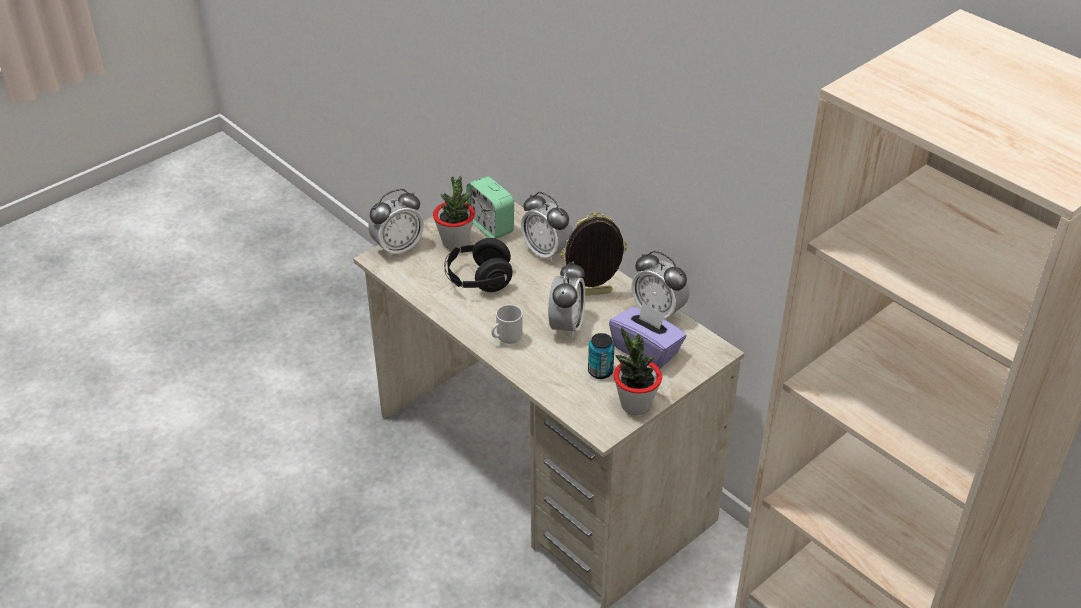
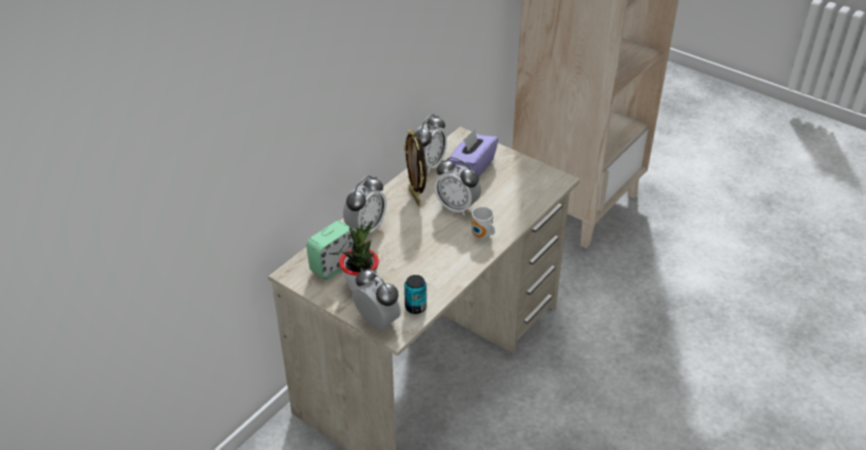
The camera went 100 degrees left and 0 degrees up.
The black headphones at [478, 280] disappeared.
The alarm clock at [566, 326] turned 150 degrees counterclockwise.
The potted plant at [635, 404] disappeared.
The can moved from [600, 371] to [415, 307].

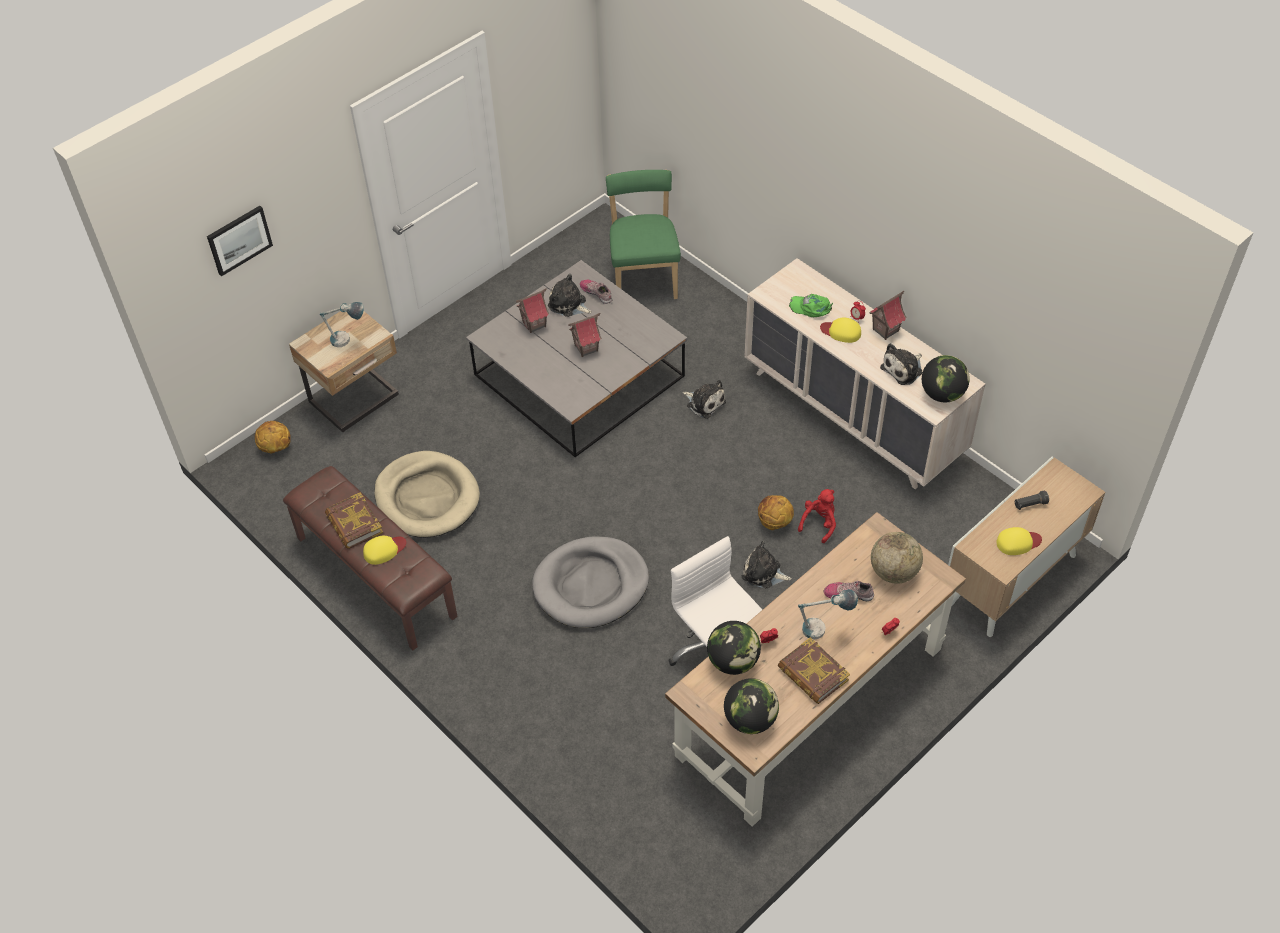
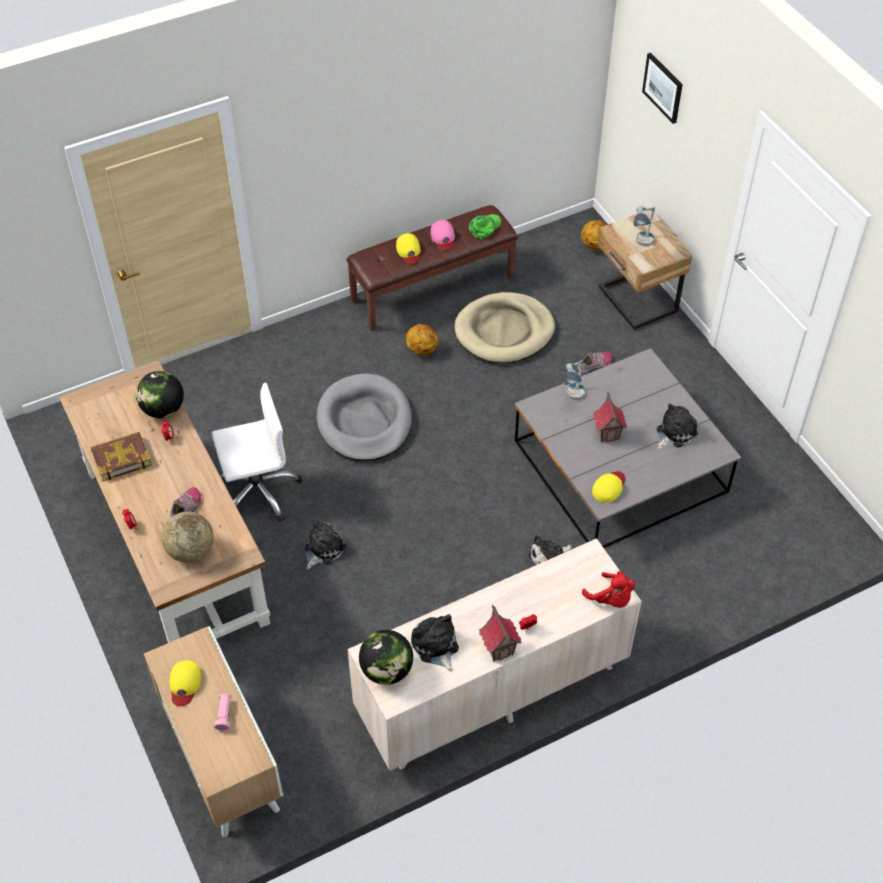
The camera went 105 degrees right and 0 degrees up.
The green chair at [644, 277] disappeared.
The shoe moved from [597, 293] to [595, 365].
The toy house at [534, 324] disappeared.
The green cap moved from [811, 307] to [485, 228].
The yellow cap moved from [841, 332] to [609, 487].
The red plush toy moved from [819, 523] to [611, 599].
The black flashlight at [1030, 504] became the pink flashlight at [224, 714].
The book at [354, 524] was replaced by the pink cap at [443, 237].
The basketball moved from [774, 522] to [422, 350].
The table lamp moved from [824, 629] to [573, 399].
The globe at [750, 719] disappeared.

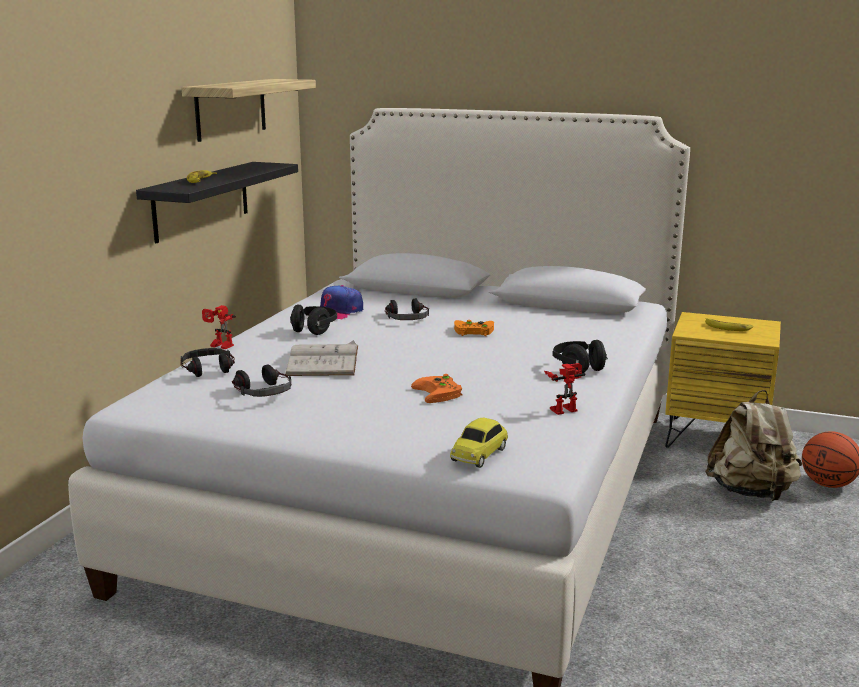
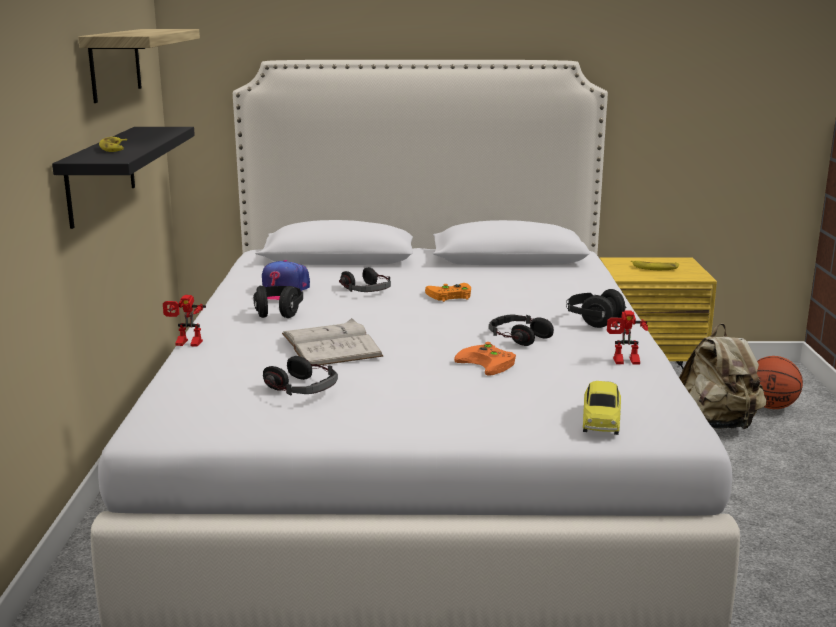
The camera went 20 degrees left and 0 degrees up.
The headphones moved from [207, 369] to [519, 337].
The toy robot at [563, 408] turned 135 degrees counterclockwise.

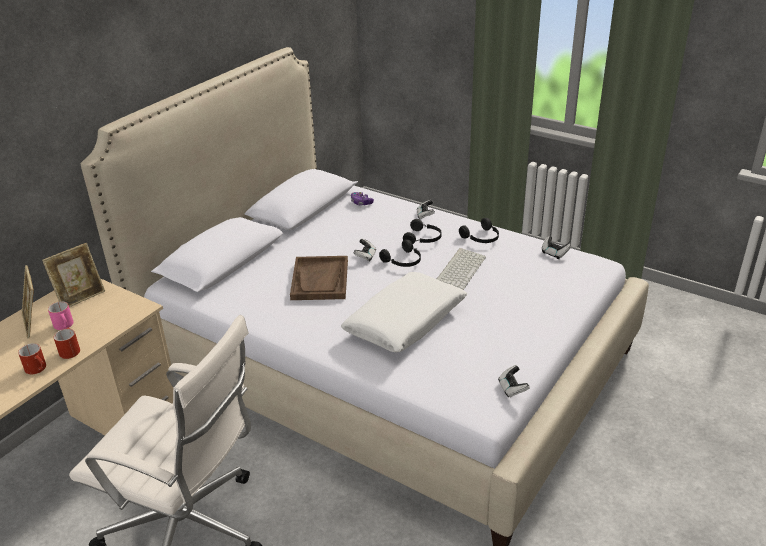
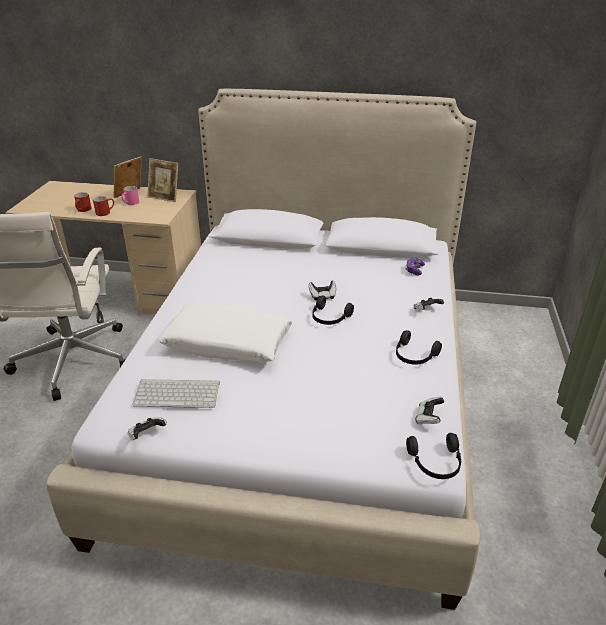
The camera went 65 degrees right and 0 degrees up.
The black headphones moved from [423, 238] to [436, 463].
The keyboard moved from [460, 269] to [178, 393].
The brown tray at [320, 280] disappeared.

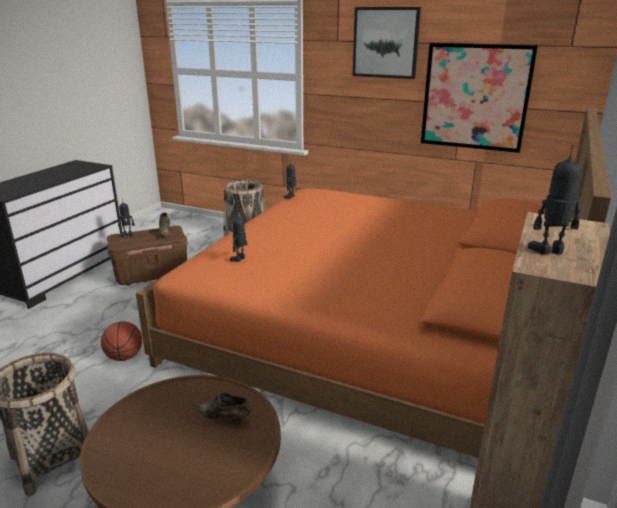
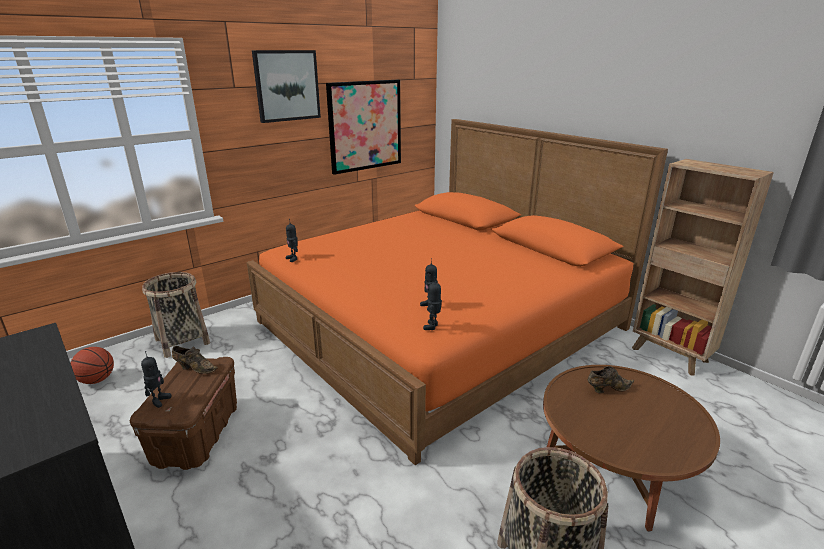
The camera went 65 degrees left and 0 degrees up.
The toy robot moved from [549, 251] to [433, 326].
The basketball moved from [124, 357] to [97, 380].
The brown shoe at [224, 419] turned 150 degrees counterclockwise.

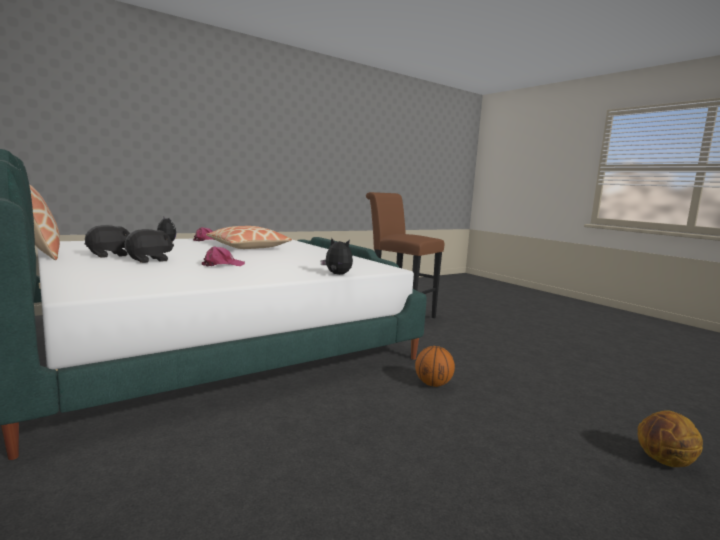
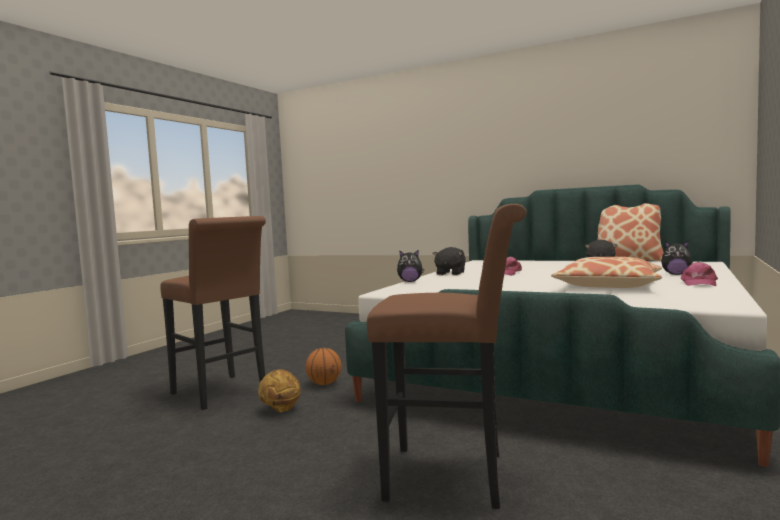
The camera went 155 degrees right and 5 degrees down.
The black plush toy moved from [149, 260] to [450, 273].
The basketball moved from [664, 462] to [280, 410].
The brown stool at [222, 393] appeared.

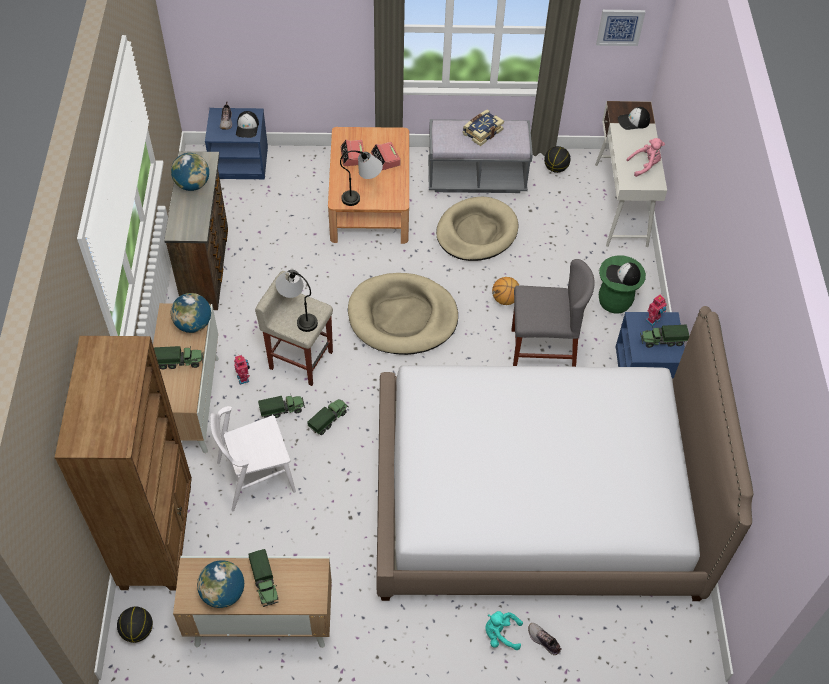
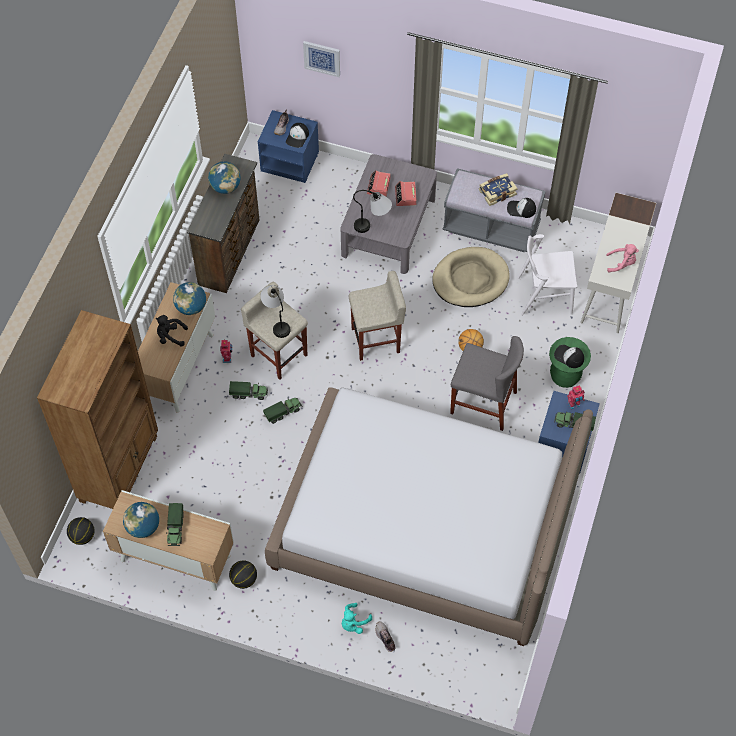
The camera went 20 degrees right and 5 degrees up.
The picture moved from [620, 27] to [322, 58].
The cap moved from [633, 121] to [521, 209].
The brown coffee table at [370, 201] became the grey coffee table at [388, 227].
The basketball moved from [555, 168] to [244, 579].
The beige dog bed at [402, 317] was replaced by the beige stool at [376, 340].
The toy truck at [180, 362] was replaced by the black plush toy at [170, 336].
The white chair moved from [255, 476] to [544, 295].
The turquoise plush toy at [500, 634] turned 75 degrees counterclockwise.

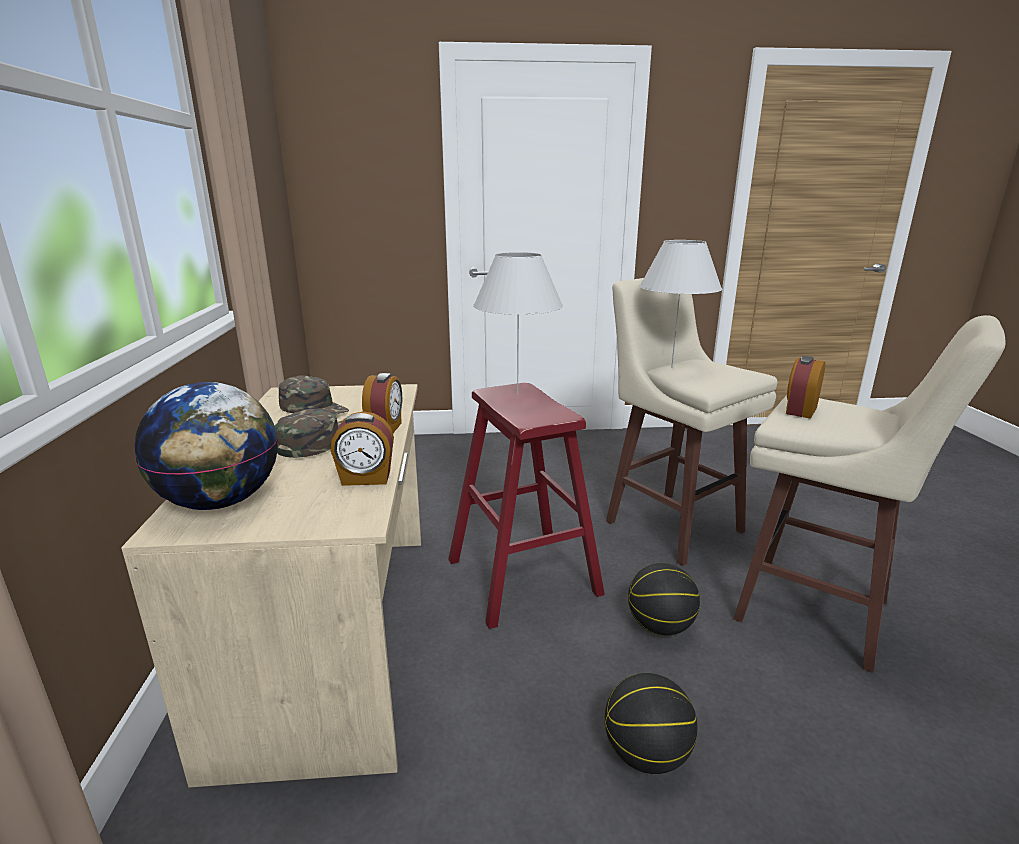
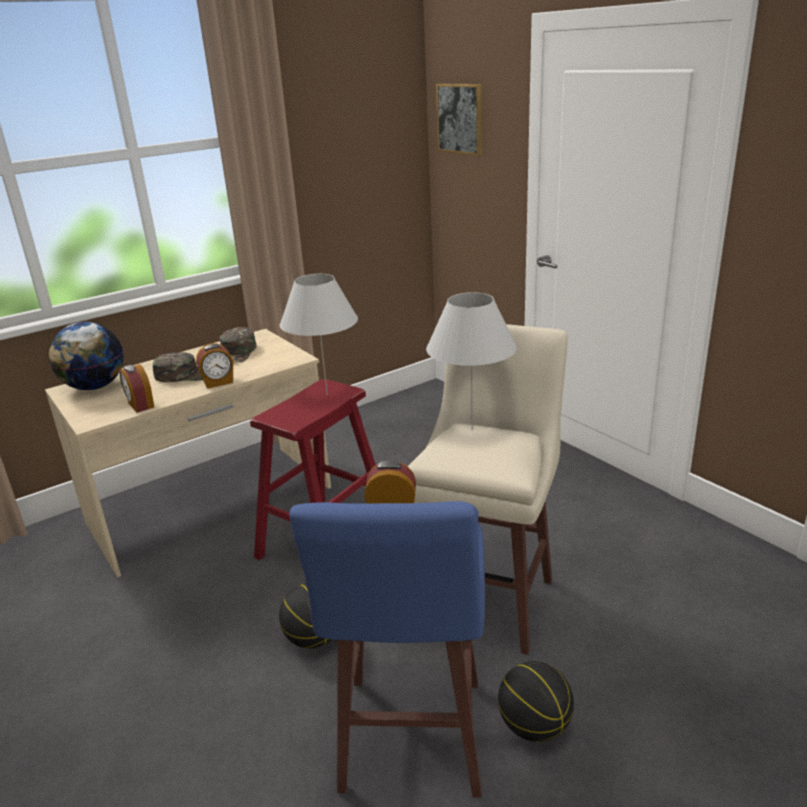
The camera went 60 degrees right and 5 degrees up.
The beige stool at [817, 613] became the blue stool at [410, 739].
The basketball moved from [646, 753] to [534, 726].
The picture at [460, 118] appeared.

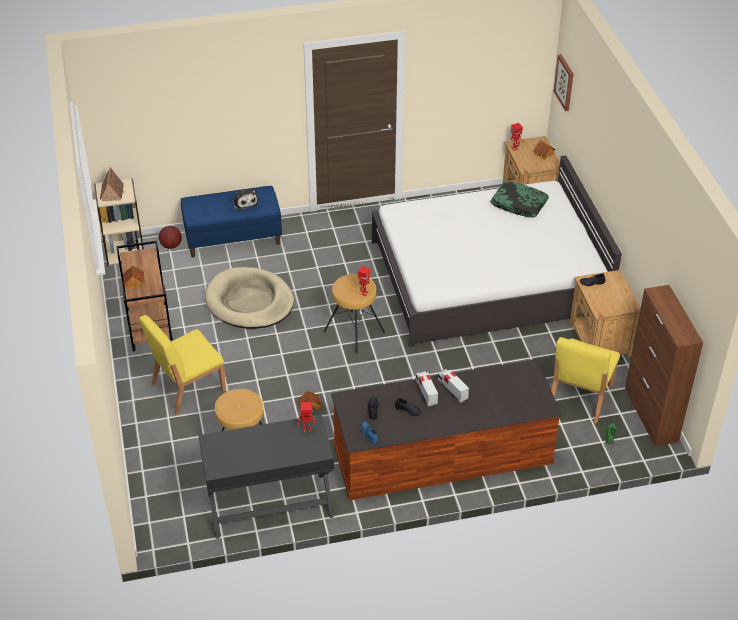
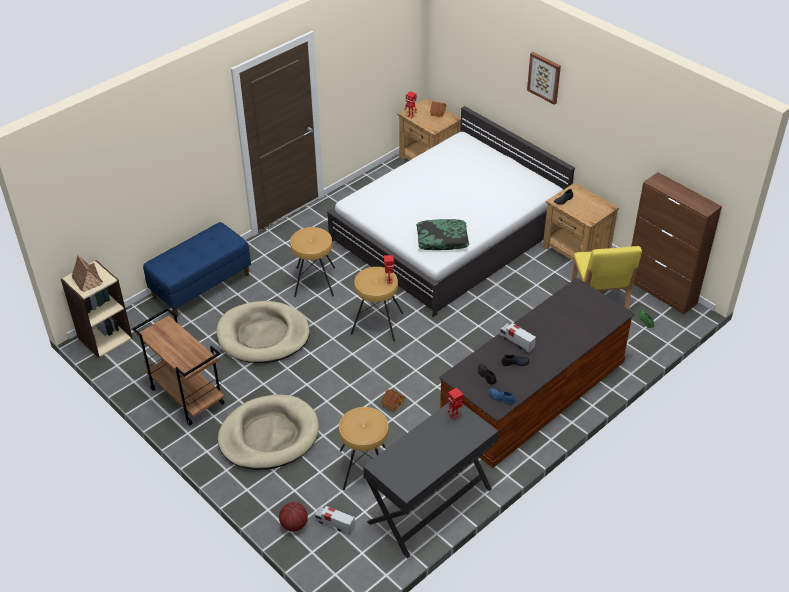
The camera went 30 degrees left and 0 degrees up.
The picture moved from [565, 82] to [544, 77].
The pillow moved from [518, 204] to [442, 239].
The plush toy at [244, 202] disappeared.
The basketball moved from [171, 245] to [294, 525].
The toy house at [134, 282] disappeared.
The yellow chair at [187, 387] was replaced by the beige dog bed at [269, 436].
The toy truck moved from [452, 390] to [335, 524].
The brown stool at [314, 282] appeared.

